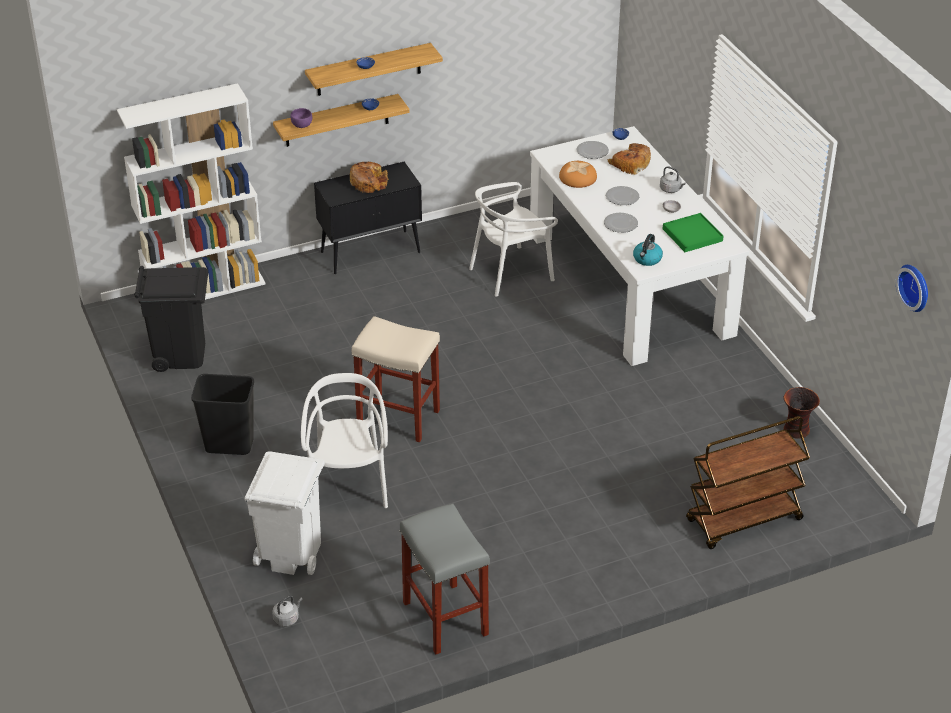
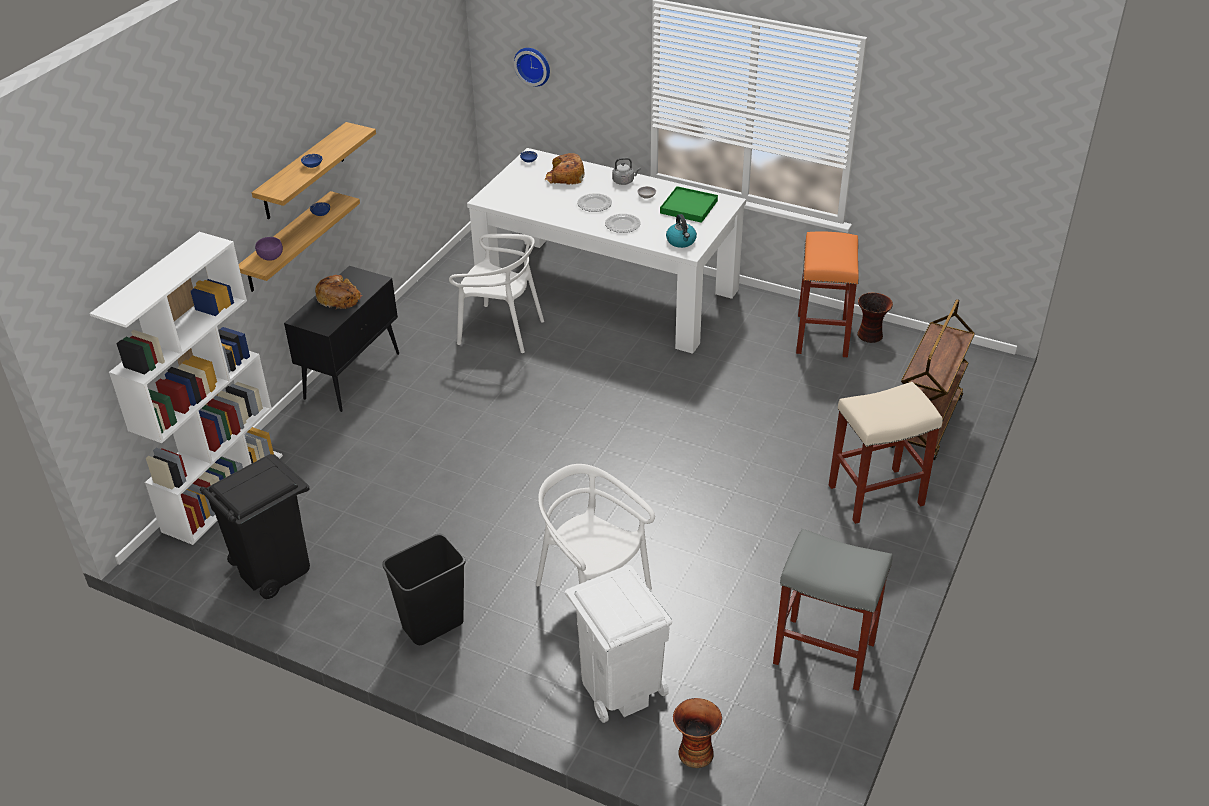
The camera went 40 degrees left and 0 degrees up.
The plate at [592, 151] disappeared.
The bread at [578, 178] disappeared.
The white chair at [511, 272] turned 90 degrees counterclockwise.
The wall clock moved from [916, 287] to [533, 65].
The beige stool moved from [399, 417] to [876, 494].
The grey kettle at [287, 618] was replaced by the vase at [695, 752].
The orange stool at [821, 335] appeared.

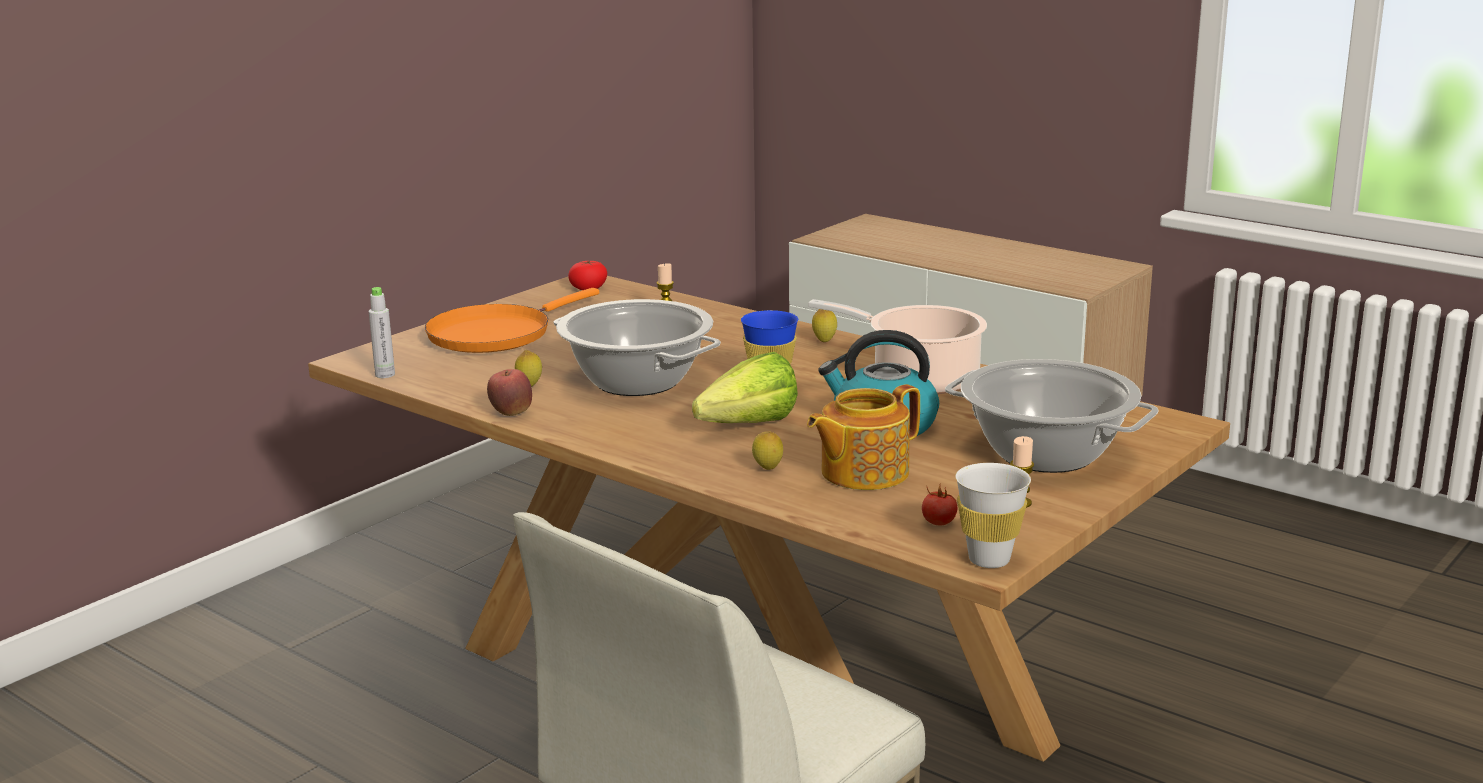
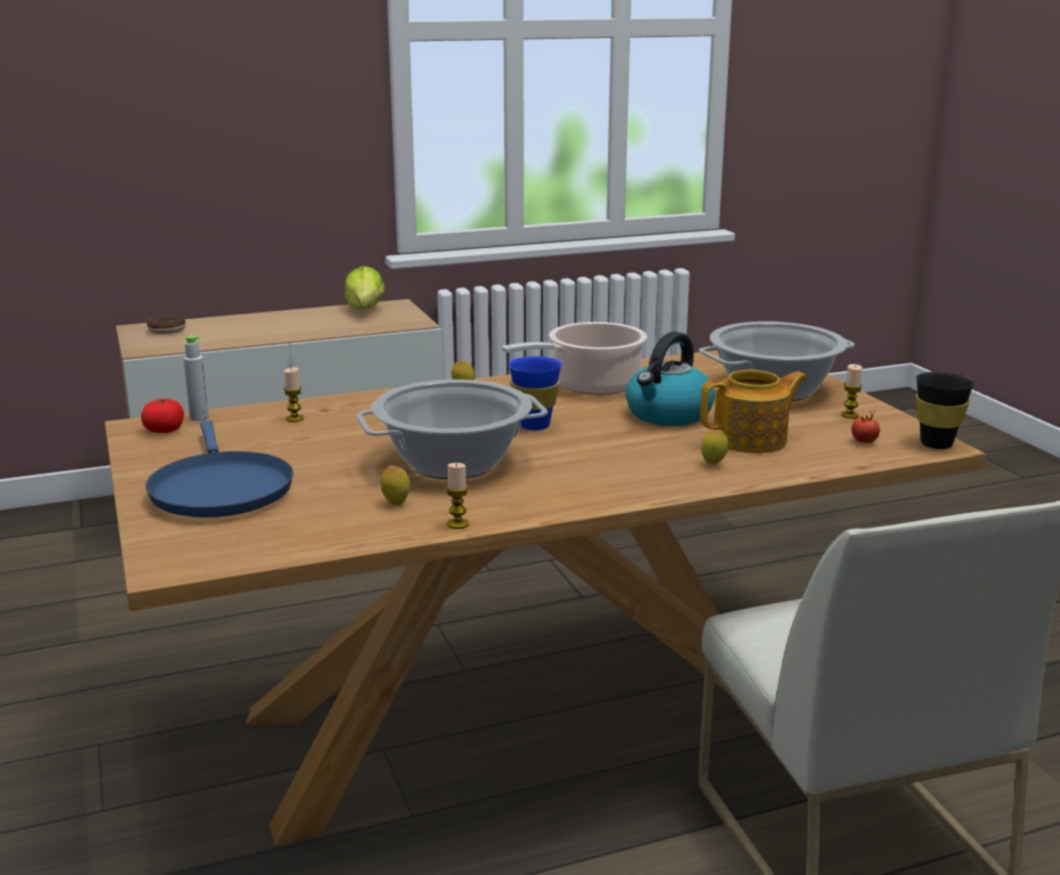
The camera went 60 degrees left and 0 degrees up.
The grey bottle moved from [385, 374] to [199, 418].
The orange frying pan at [495, 334] became the blue frying pan at [219, 489].
The lettuce moved from [740, 427] to [363, 313].
The apple at [511, 413] was replaced by the candle at [458, 524].
The teapot at [862, 472] turned 105 degrees counterclockwise.
The white cup at [989, 560] became the black cup at [936, 444].
The donut at [167, 330] appeared.

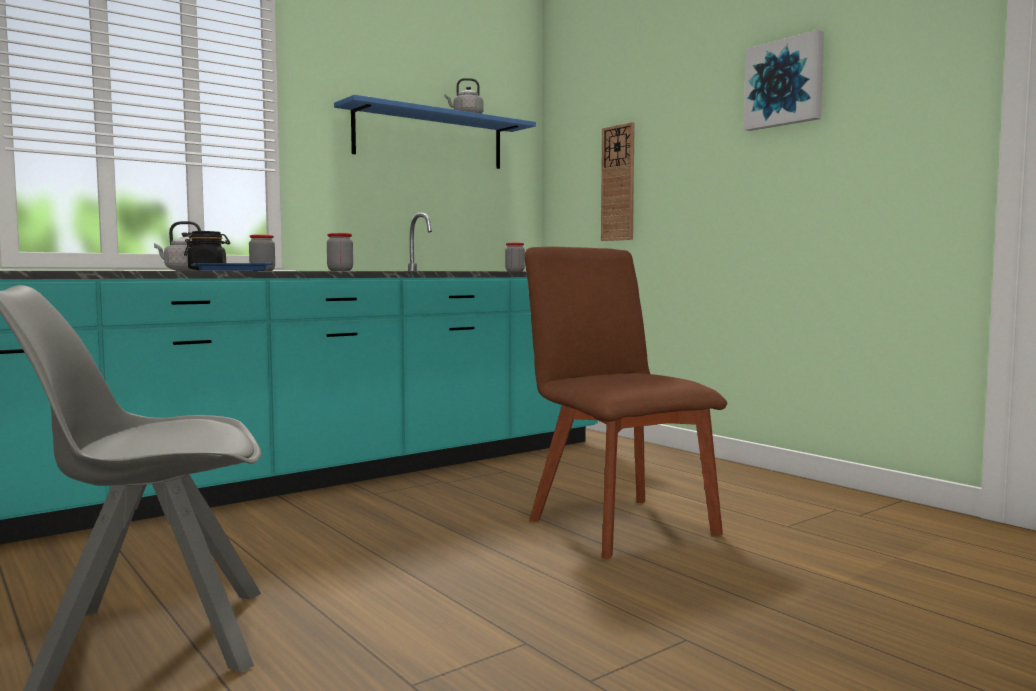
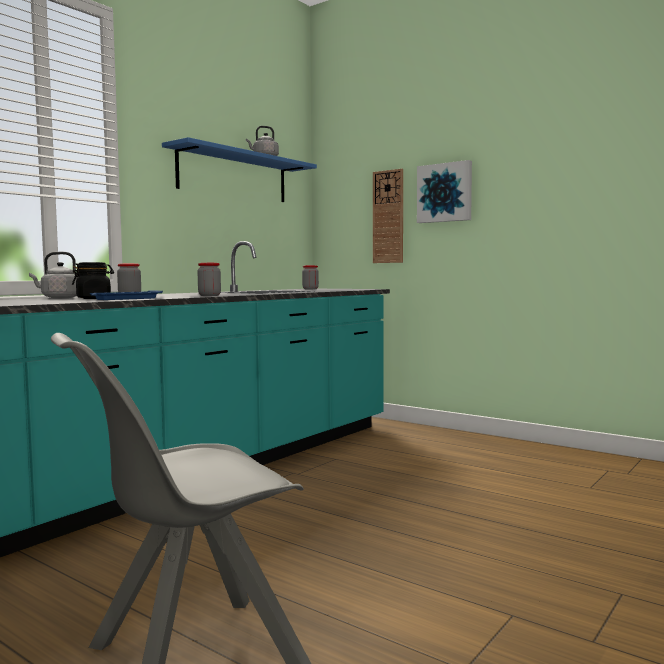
The camera went 15 degrees left and 0 degrees up.
The picture moved from [785, 83] to [445, 193].
The brown chair at [618, 524] disappeared.

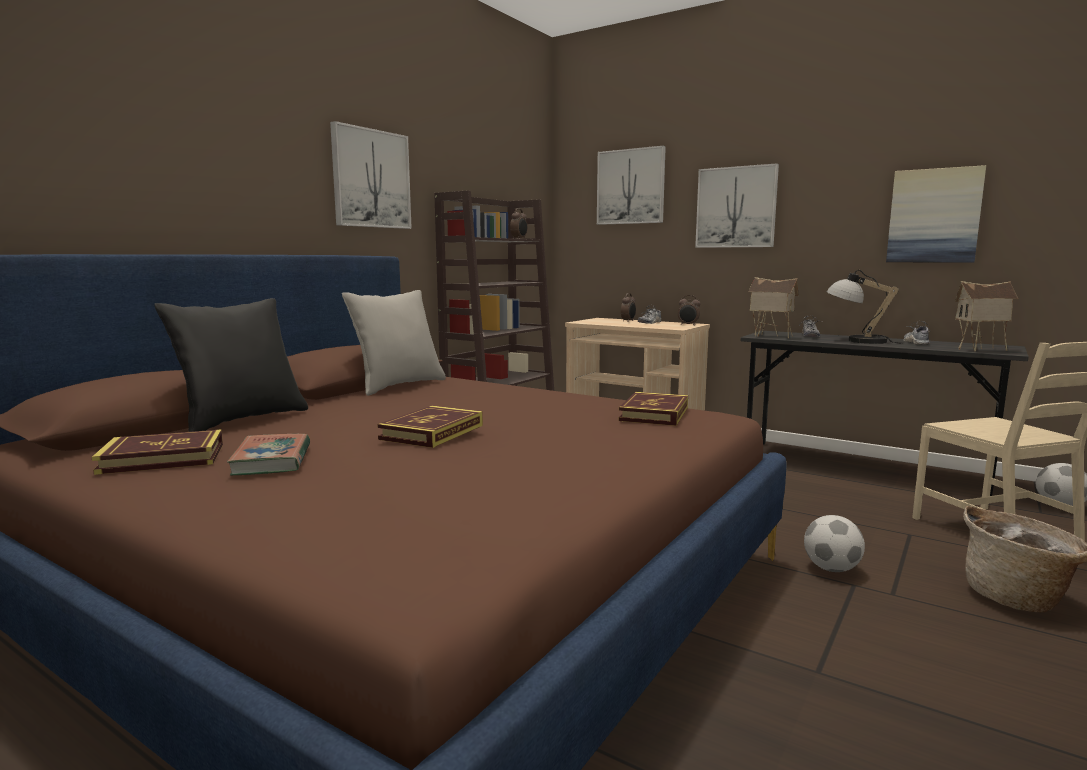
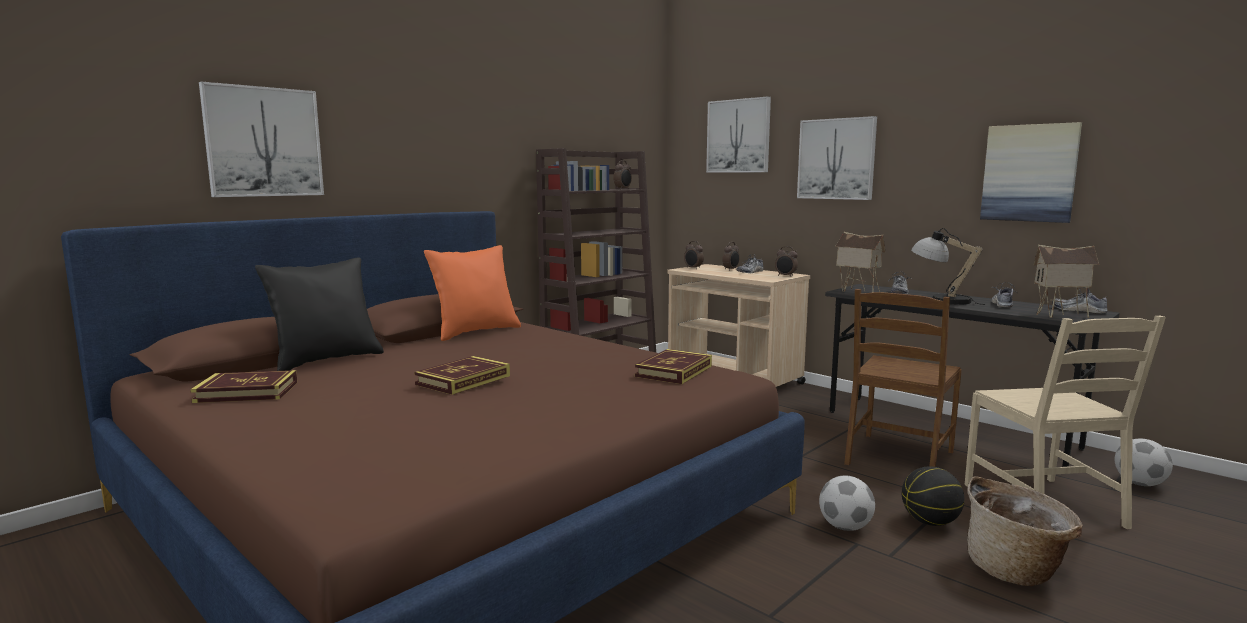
The camera went 10 degrees right and 0 degrees up.
The picture moved from [371, 179] to [263, 142].
The grey pillow at [398, 386] became the orange pillow at [475, 332].
The book at [272, 460] disappeared.
The alarm clock at [693, 268] appeared.
The shoe at [1078, 310] appeared.
The brown chair at [898, 458] appeared.
The basketball at [930, 522] appeared.

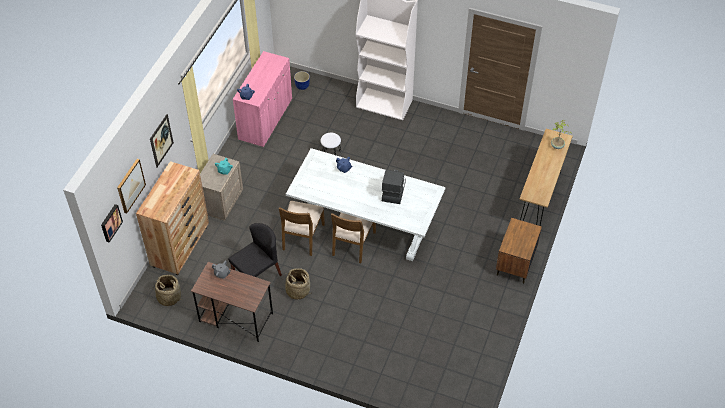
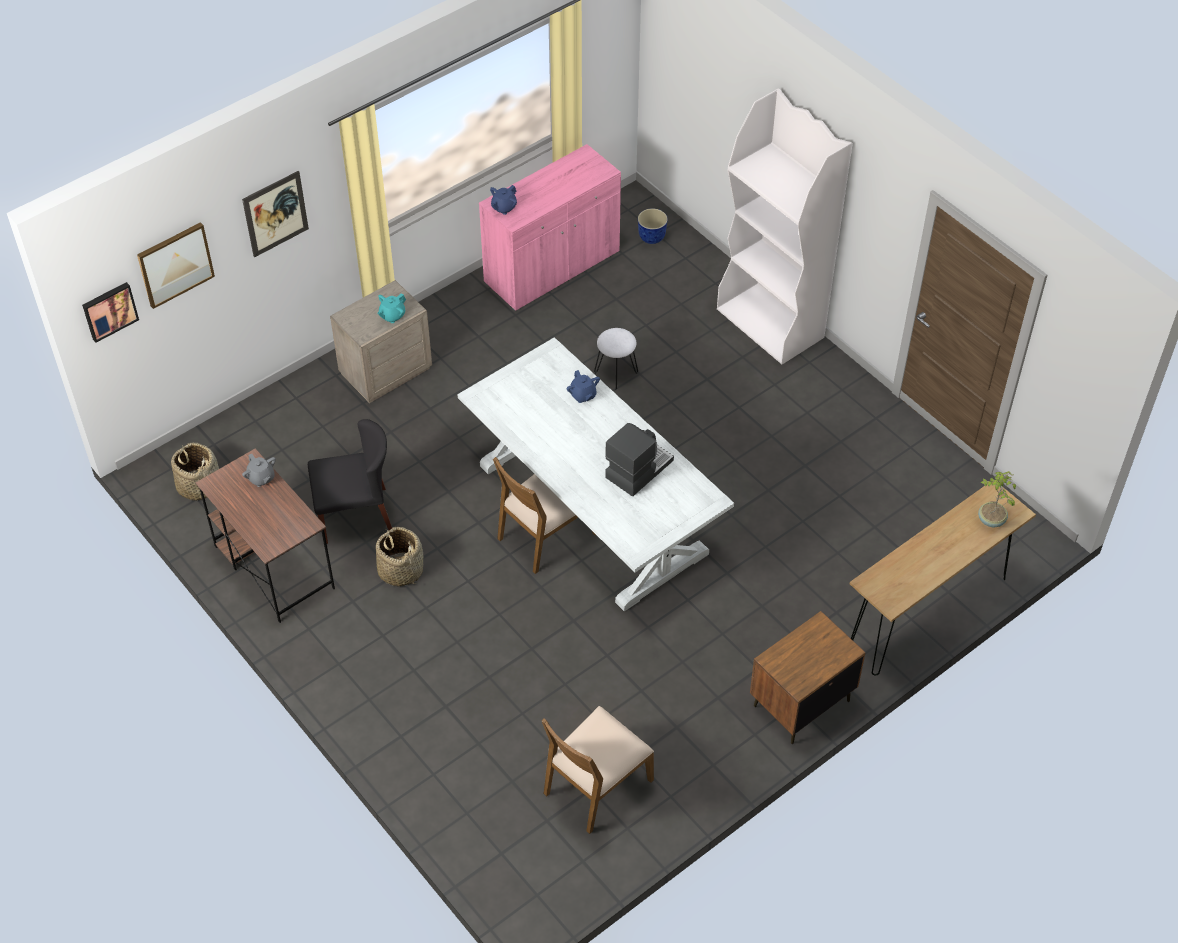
The camera went 30 degrees right and 0 degrees up.
The brown dresser at [181, 246] disappeared.
The brown chair moved from [302, 237] to [596, 786].

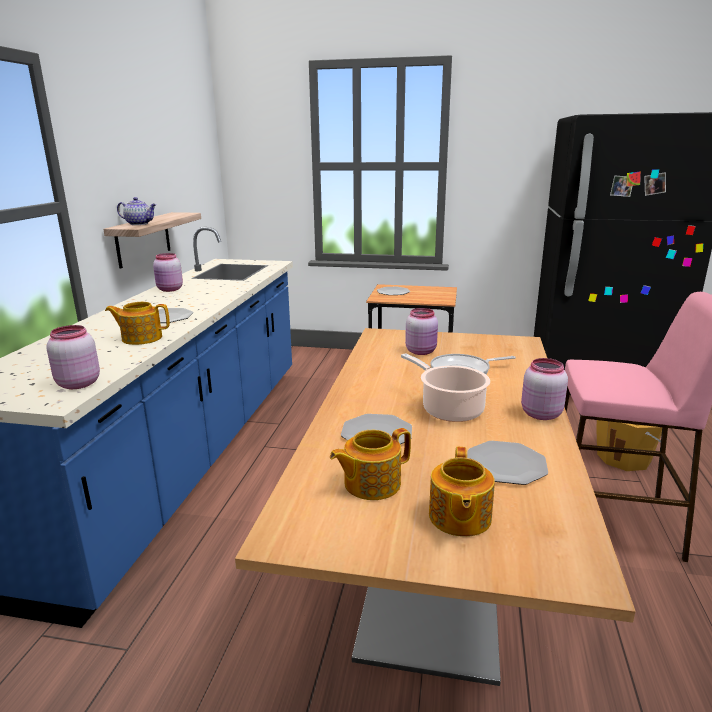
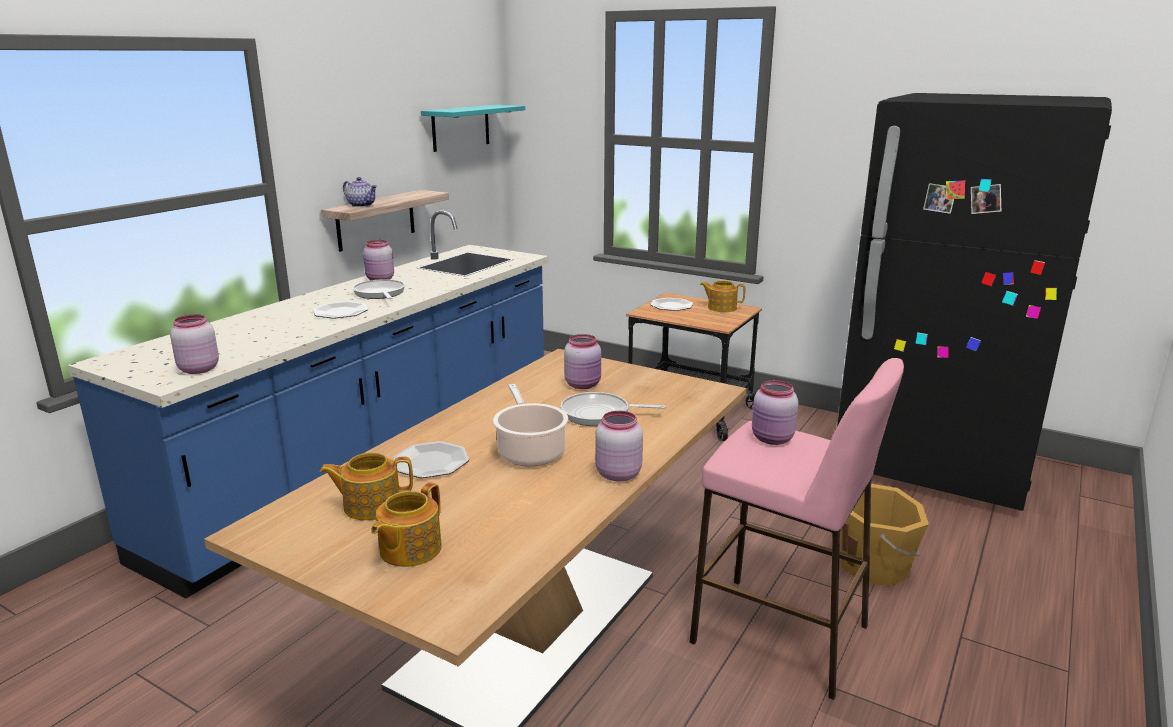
The camera went 20 degrees right and 0 degrees up.
The teapot moved from [141, 338] to [721, 308].
The plate at [506, 464] disappeared.
The turquoise shelf at [461, 127] appeared.
The frying pan at [380, 294] appeared.
The pink jar at [772, 439] appeared.

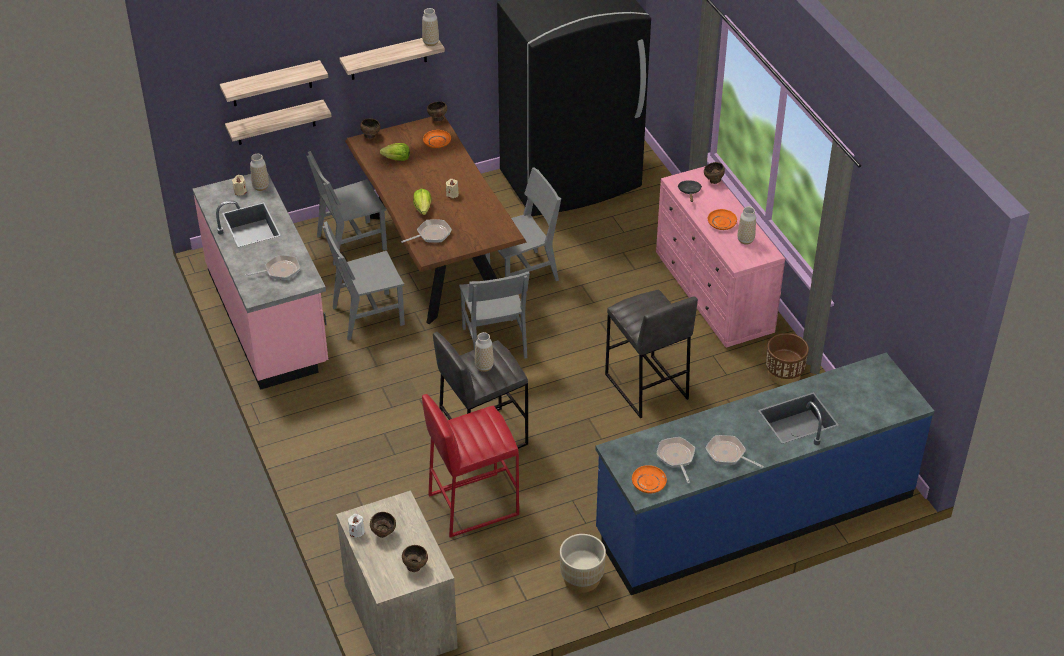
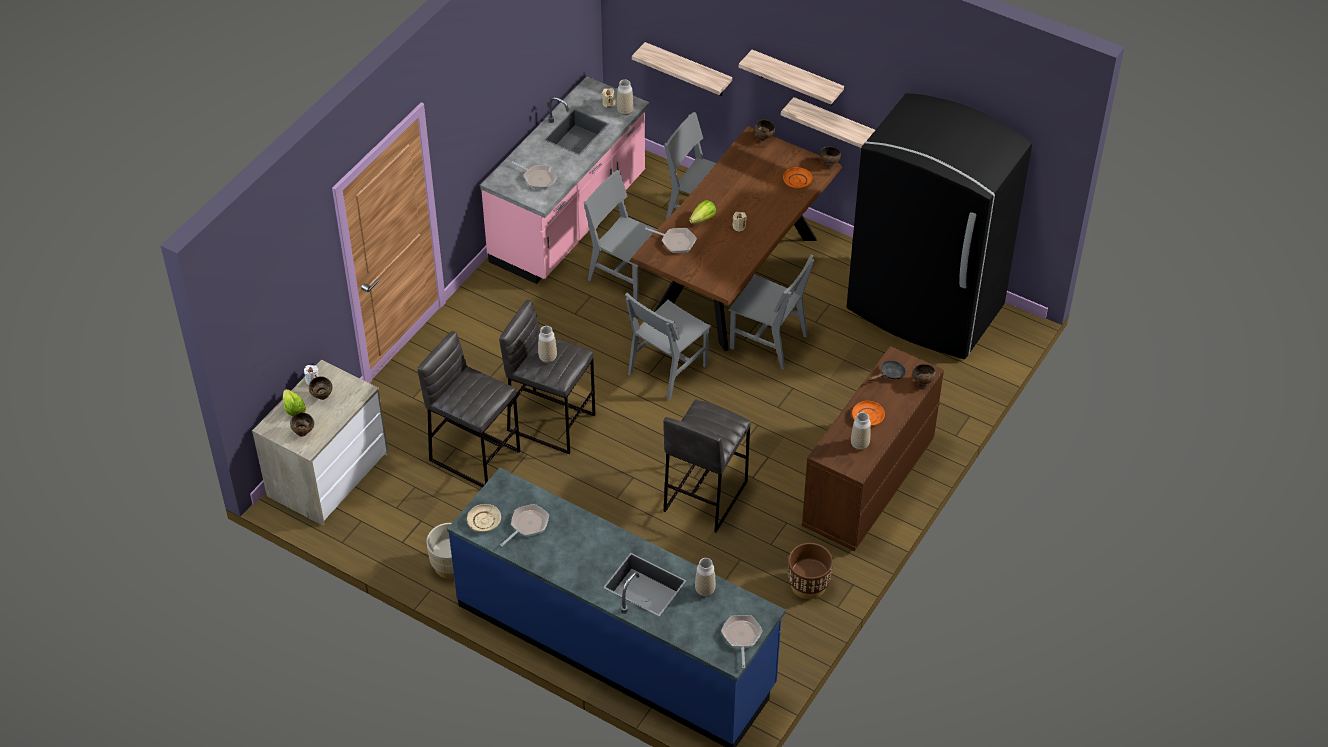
The camera went 55 degrees right and 5 degrees up.
The vase moved from [431, 43] to [705, 590].
The shelf moved from [271, 84] to [838, 126].
The lettuce moved from [396, 159] to [294, 409].
The pink dresser at [714, 295] became the brown dresser at [867, 485].
The red stool at [472, 504] became the grey stool at [474, 455].
The frying pan moved from [728, 454] to [741, 637].
The orange plate at [649, 483] became the beige plate at [484, 521].

